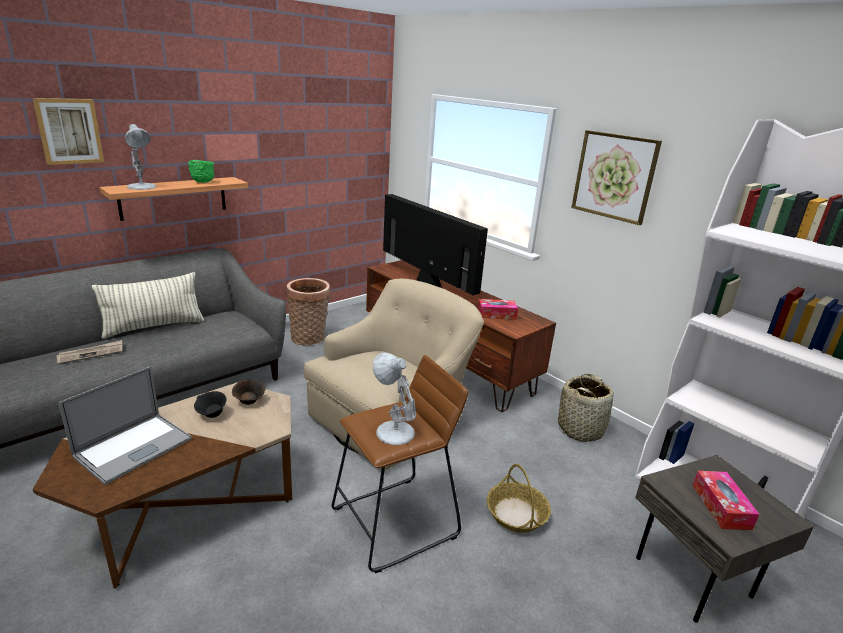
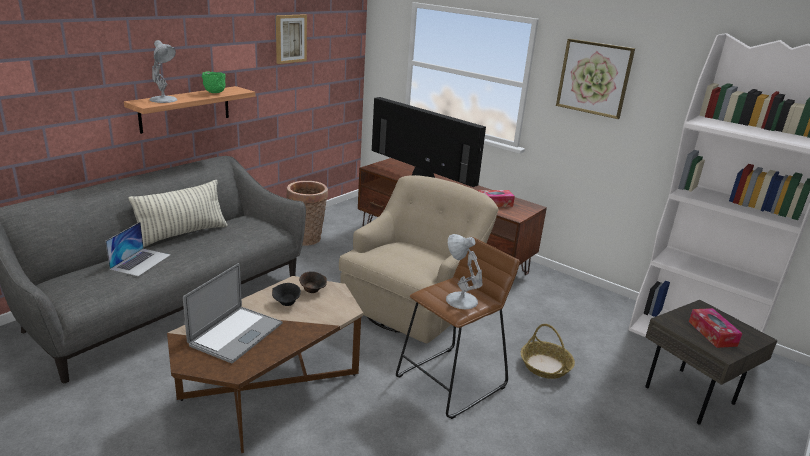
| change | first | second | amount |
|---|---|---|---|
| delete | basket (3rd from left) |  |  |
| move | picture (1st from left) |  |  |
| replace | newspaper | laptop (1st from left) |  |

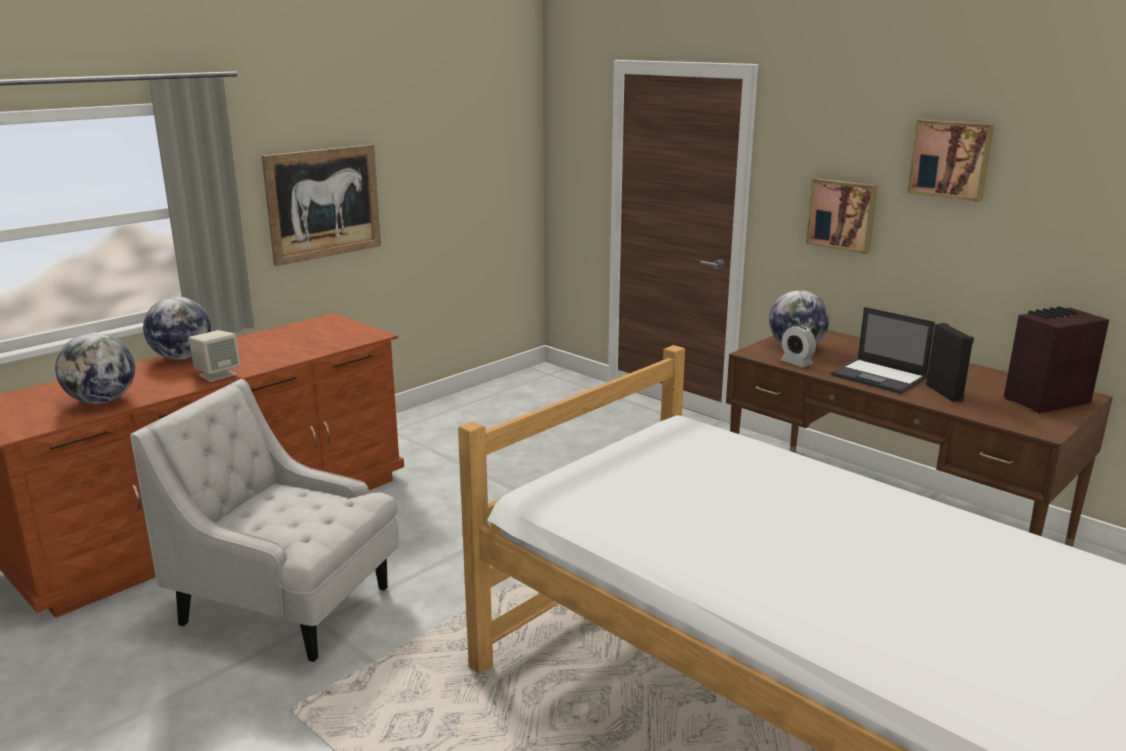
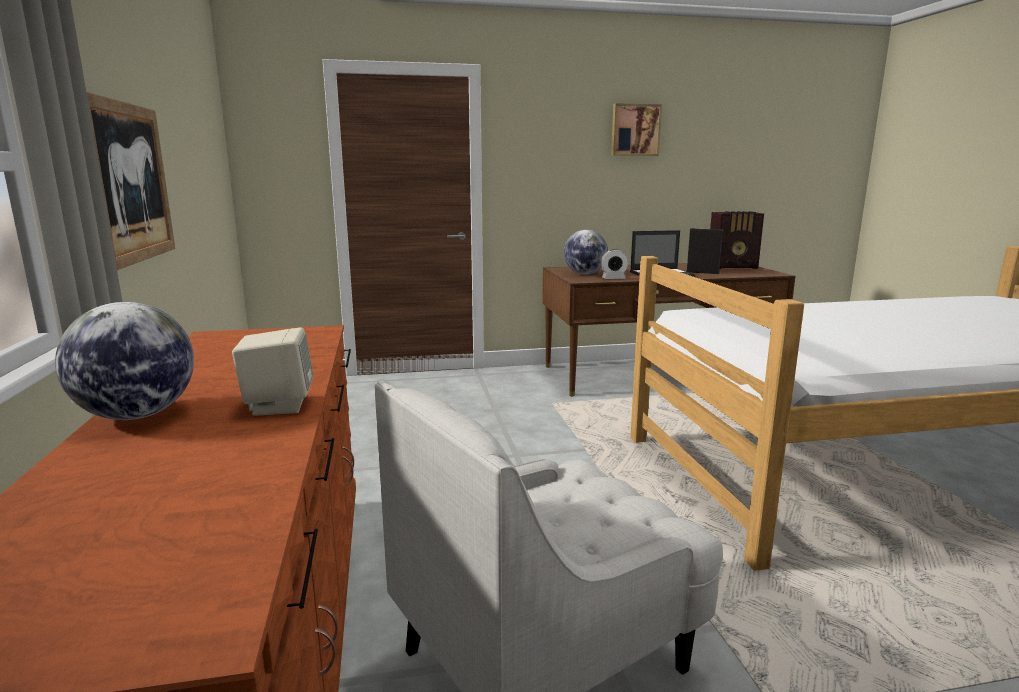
| change | first | second | amount |
|---|---|---|---|
| delete | globe (1st from left) |  |  |
| delete | picture (2nd from left) |  |  |
| rotate | radio |  | 105 degrees counterclockwise |

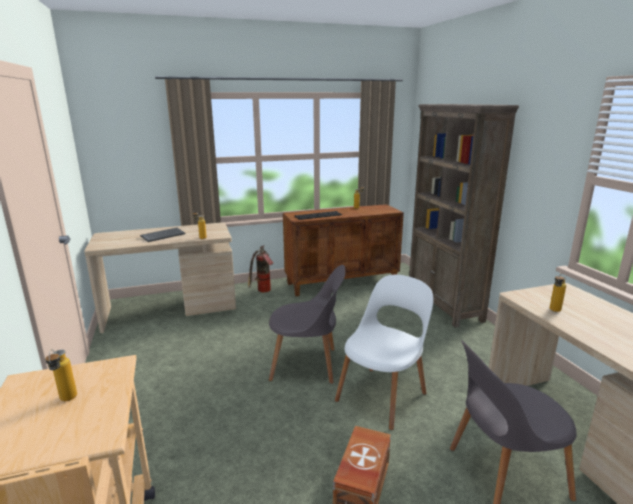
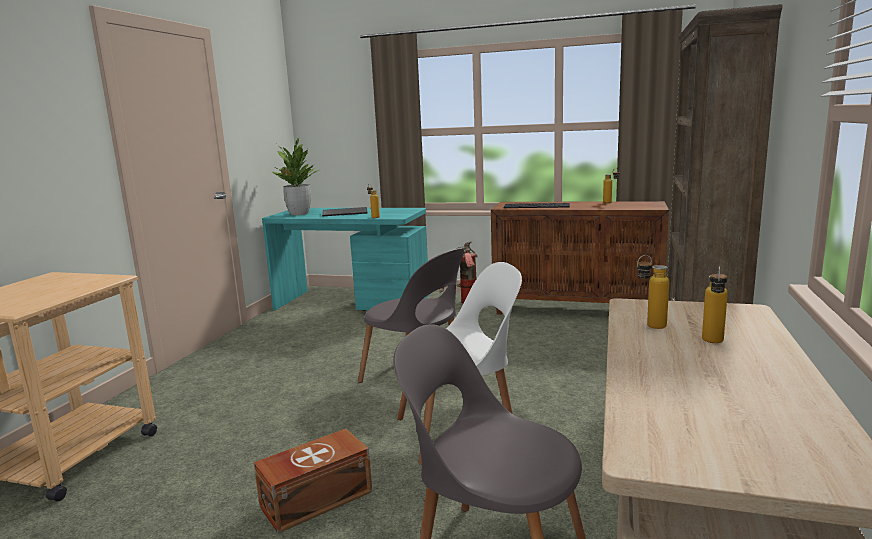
| change | first | second | amount |
|---|---|---|---|
| insert |  | potted plant |  |
| move | bottle (1st from left in the first image) | bottle (4th from left) |  |
| recolor | beige desk (1st from left) | turquoise desk |  |

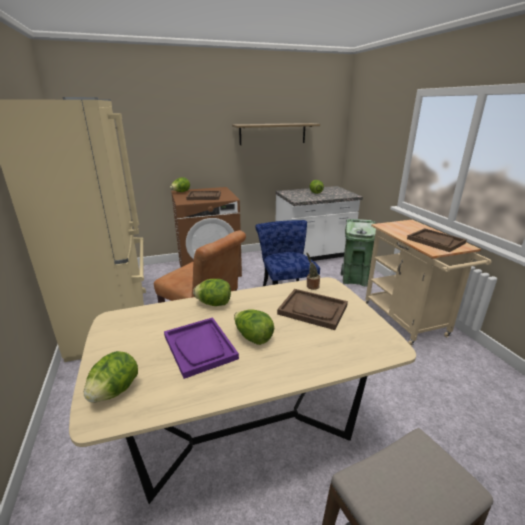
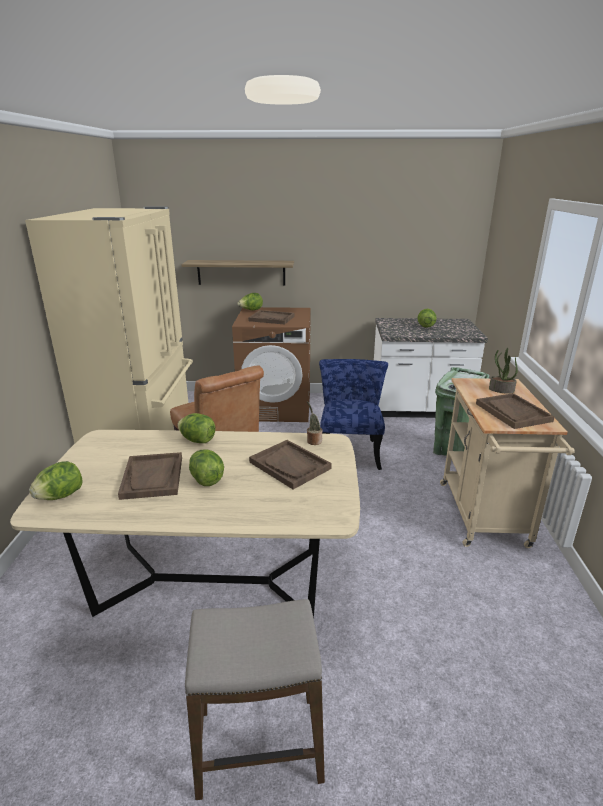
| change | first | second | amount |
|---|---|---|---|
| insert |  | potted plant (2nd from left) |  |
| move | shelf |  |  |
| recolor | purple tray | brown tray (1st from left) |  |

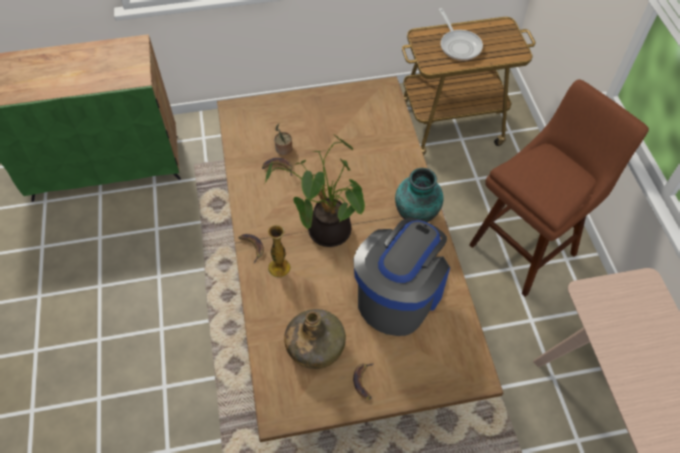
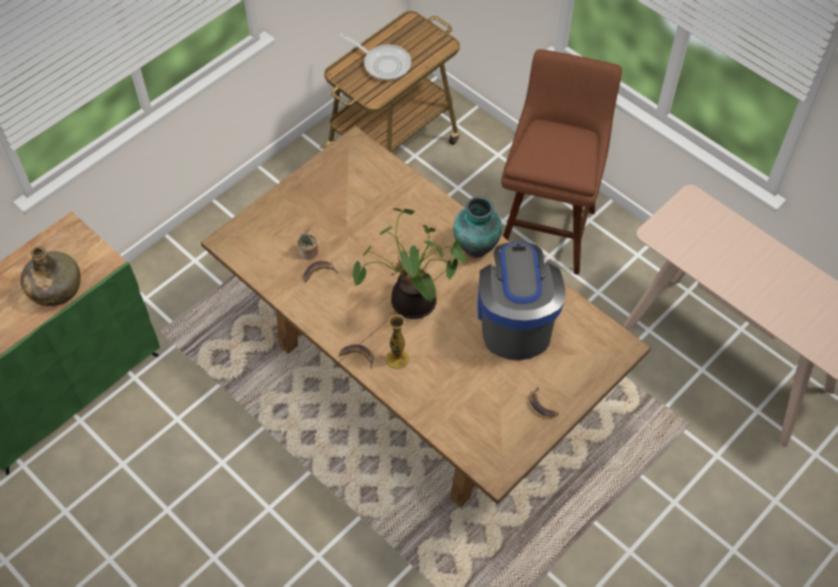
| change | first | second | amount |
|---|---|---|---|
| move | green bottle |  |  |

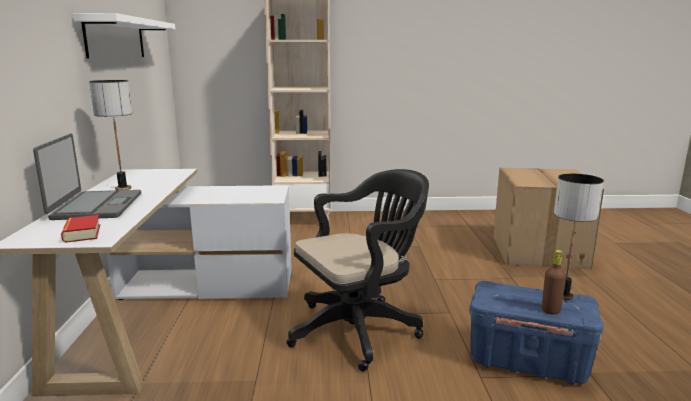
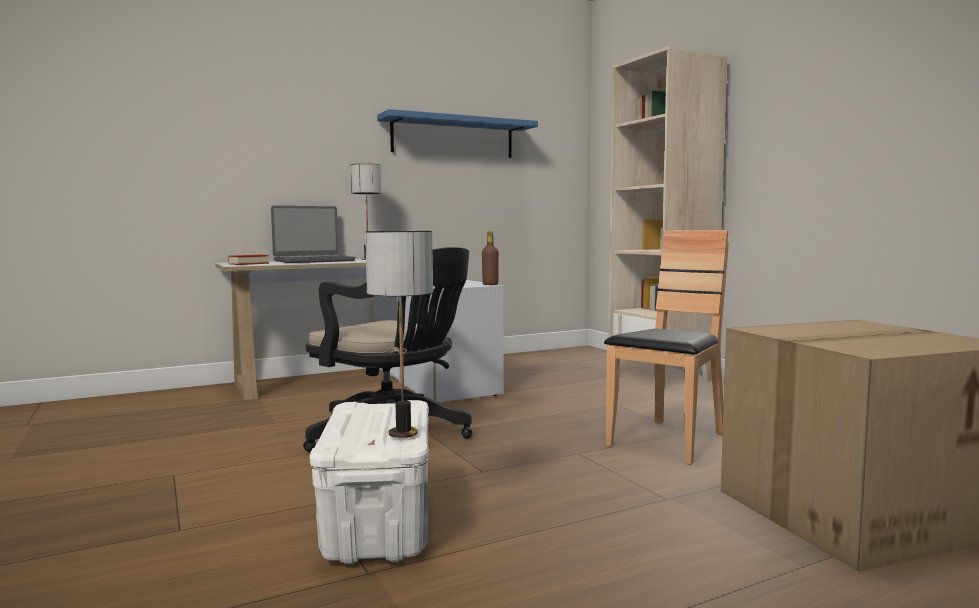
| change | first | second | amount |
|---|---|---|---|
| insert |  | brown chair |  |
| move | brown bottle |  |  |
| recolor | white shelf | blue shelf |  |
| recolor | blue storage box | white storage box |  |

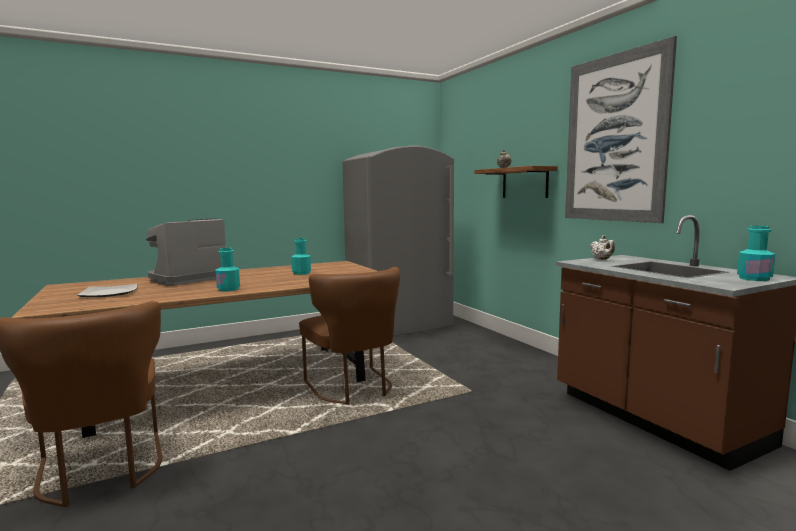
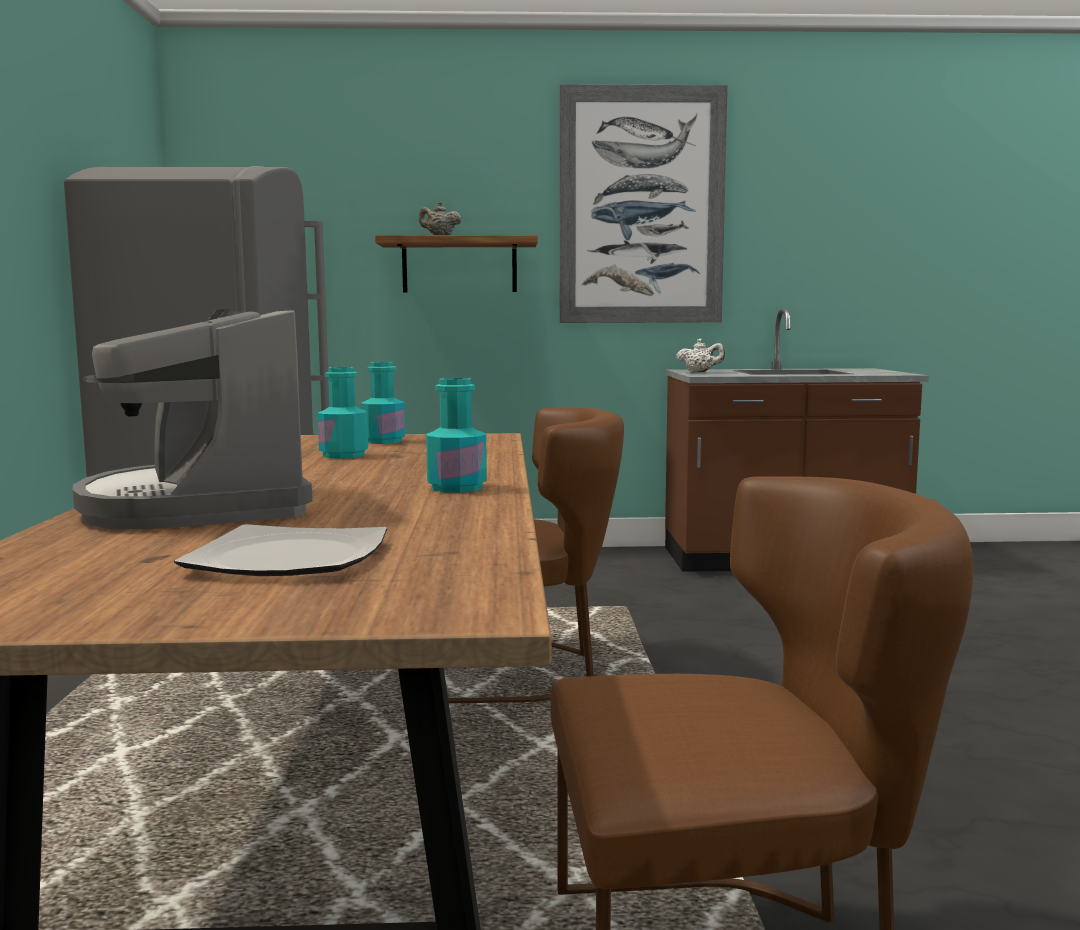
| change | first | second | amount |
|---|---|---|---|
| move | turquoise bottle (3rd from left in the first image) | turquoise bottle (2nd from left) |  |

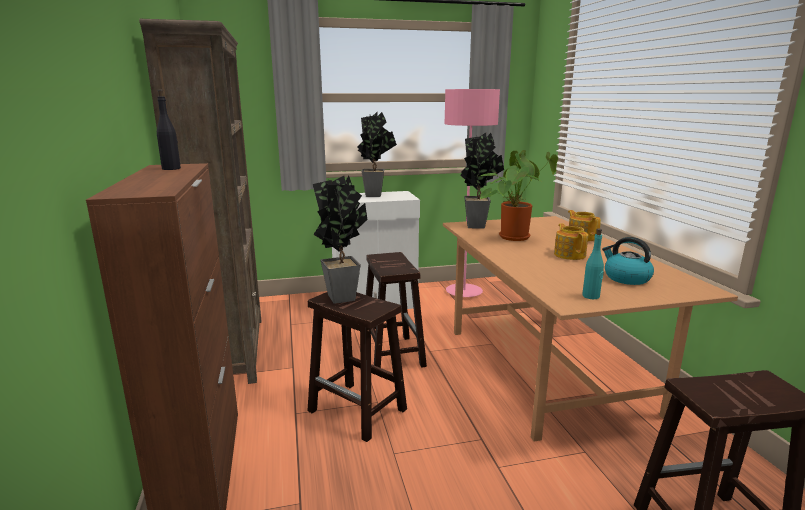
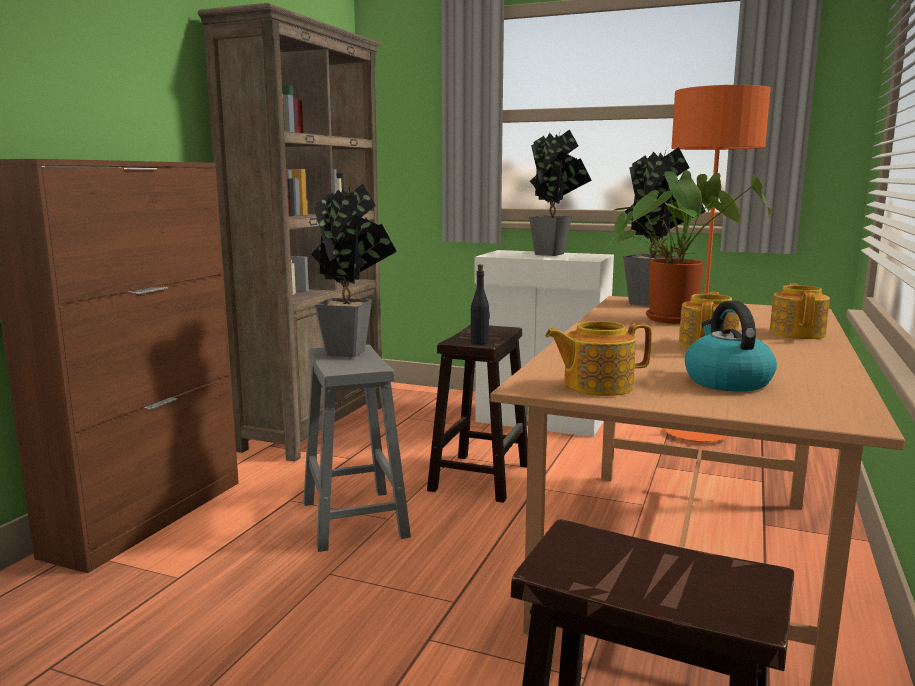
| change | first | second | amount |
|---|---|---|---|
| move | black bottle |  |  |
| replace | turquoise bottle | teapot (1st from left) |  |
| recolor | brown stool (1st from left) | grey stool |  |
| recolor | pink floor lamp | orange floor lamp |  |

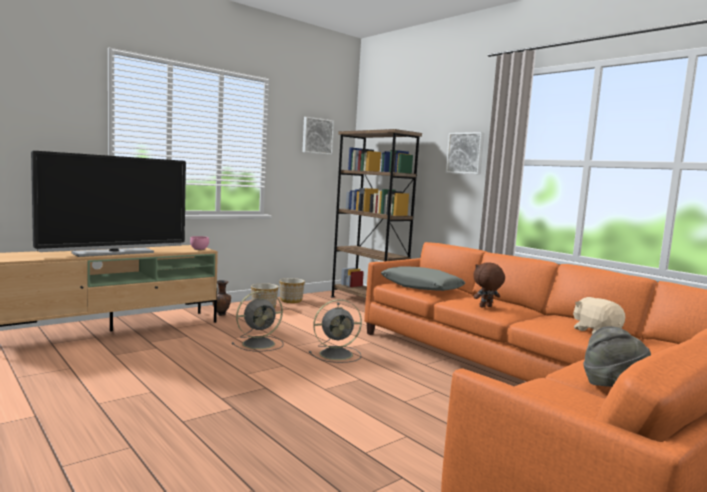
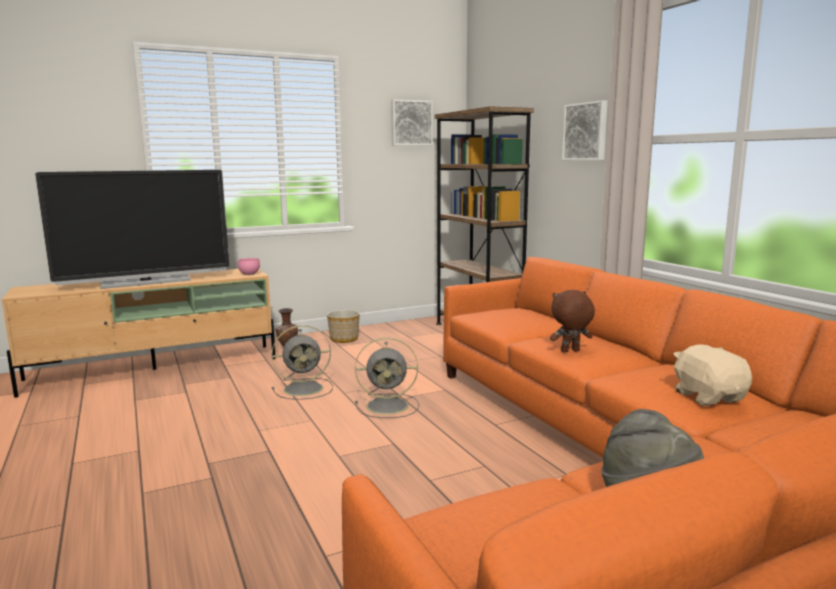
| change | first | second | amount |
|---|---|---|---|
| delete | planter (2nd from left) |  |  |
| delete | grey pillow |  |  |

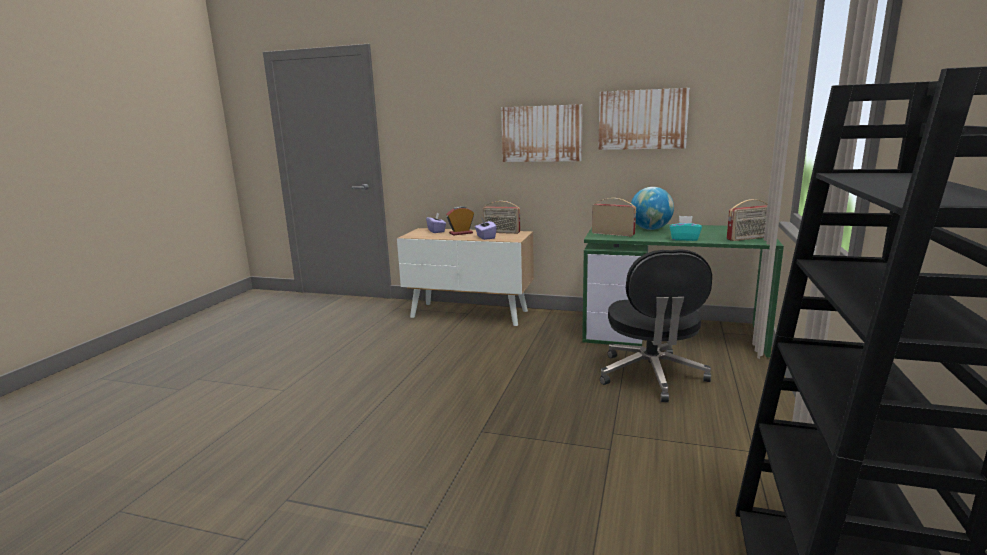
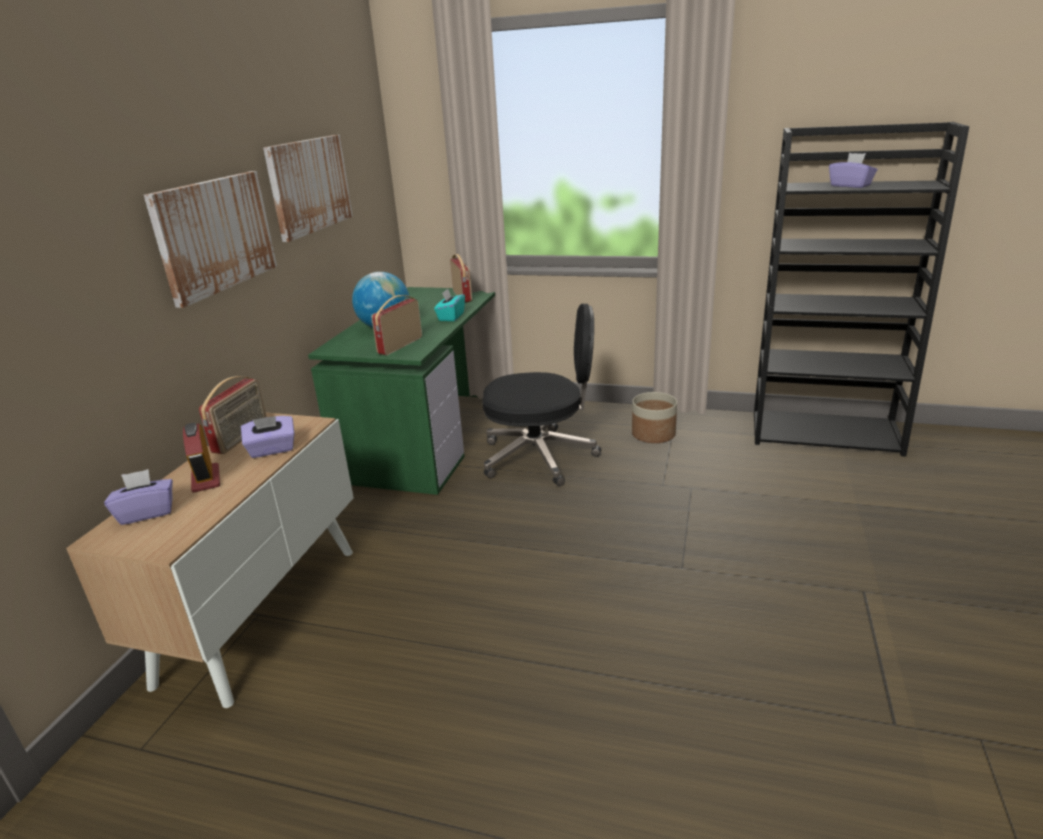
| change | first | second | amount |
|---|---|---|---|
| insert |  | planter |  |
| insert |  | purple tissue box (3rd from left) |  |

